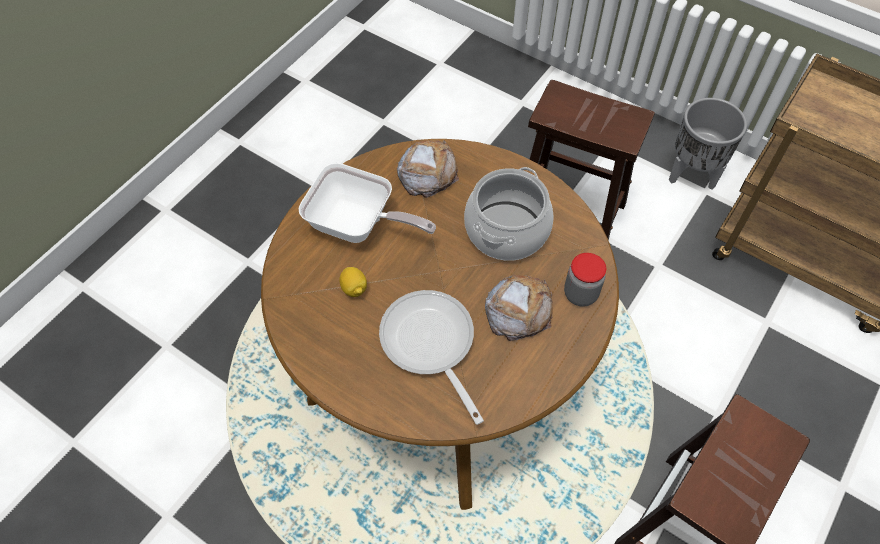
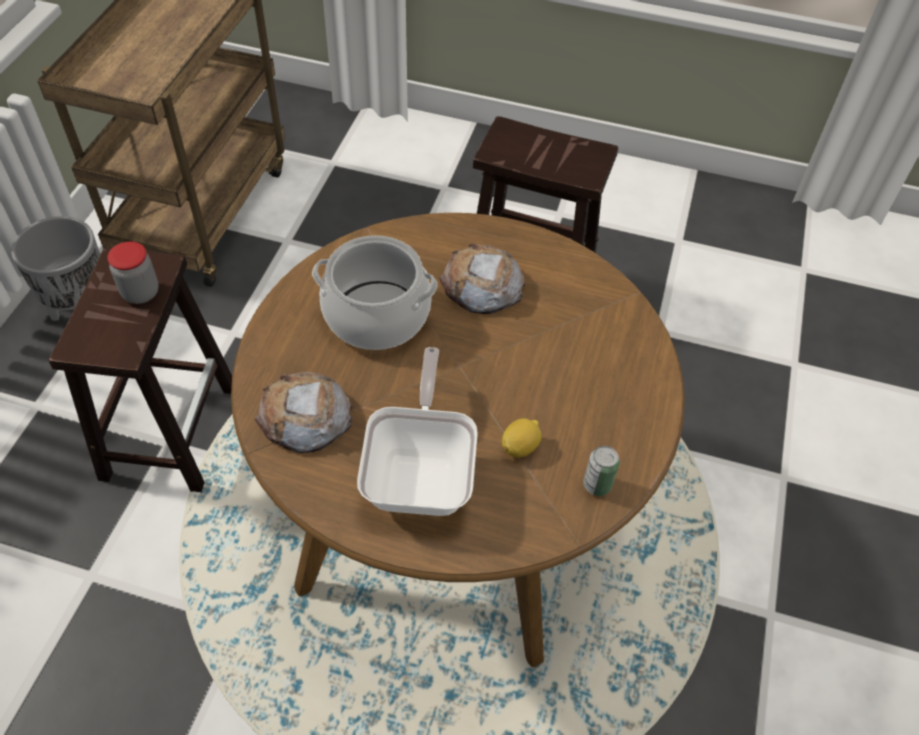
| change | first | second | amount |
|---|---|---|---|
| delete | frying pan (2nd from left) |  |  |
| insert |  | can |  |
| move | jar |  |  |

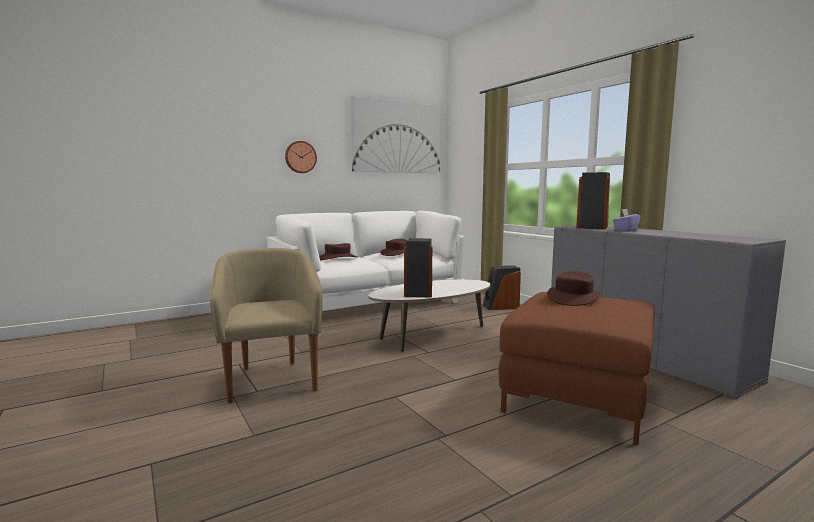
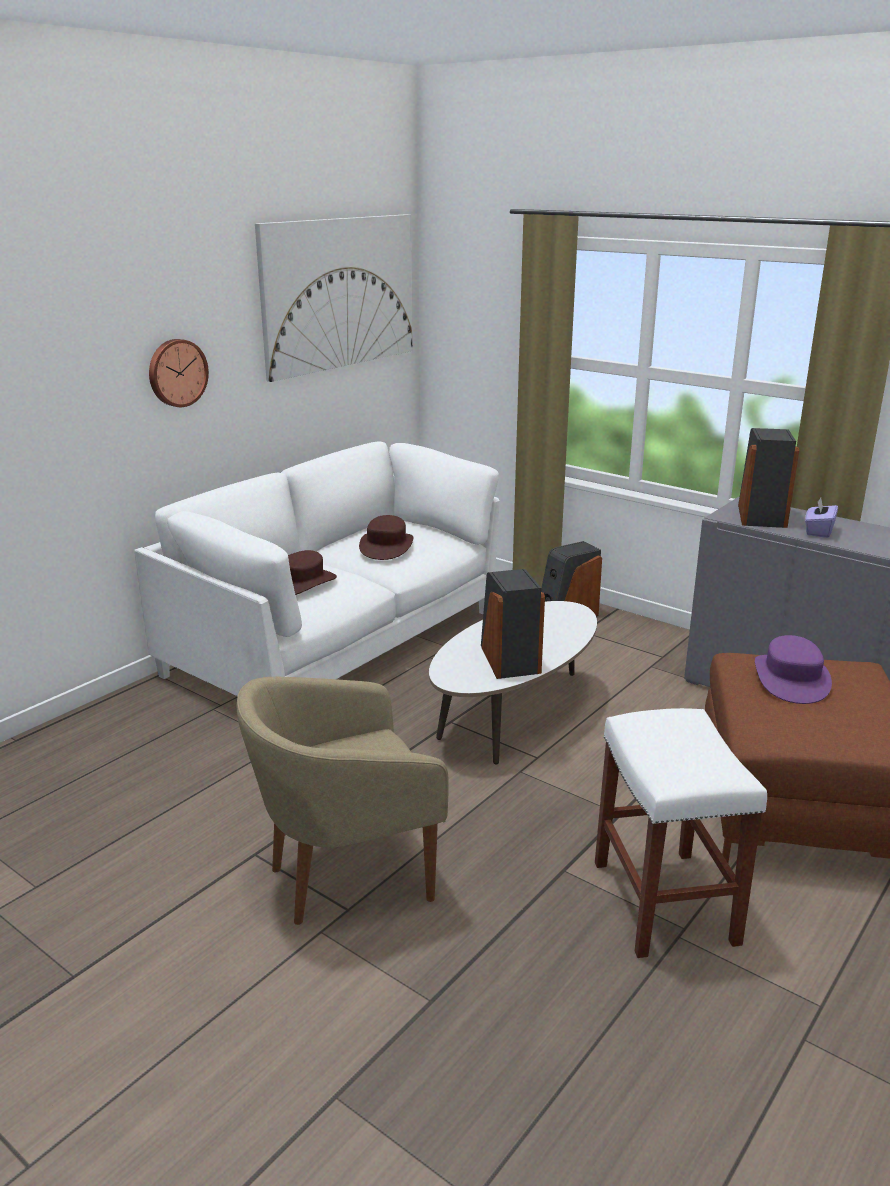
| change | first | second | amount |
|---|---|---|---|
| insert |  | white stool |  |
| recolor | brown hat (3rd from left) | purple hat |  |
| rotate | beige armchair |  | 75 degrees counterclockwise |

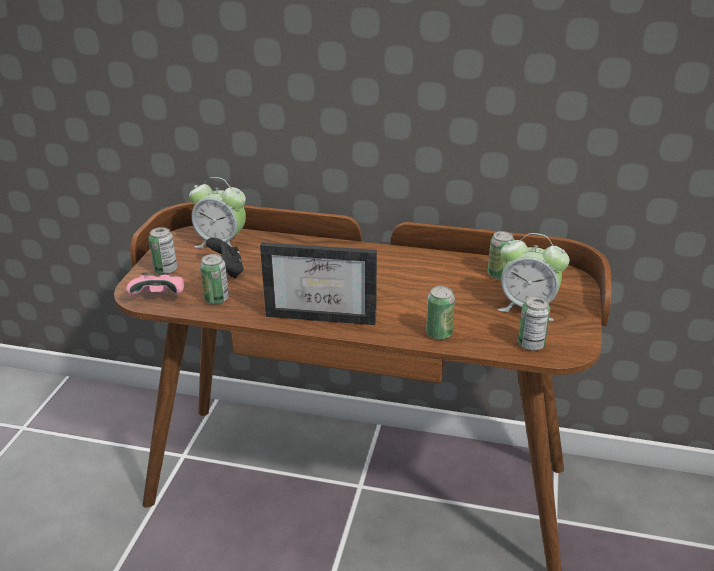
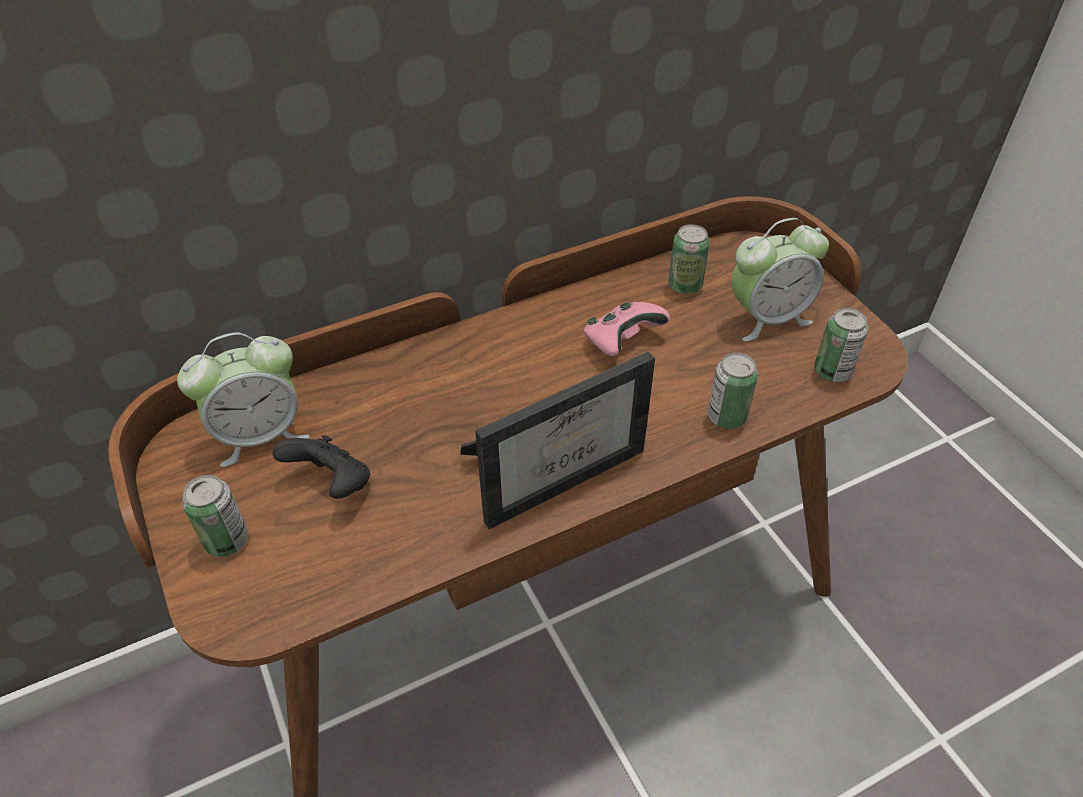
| change | first | second | amount |
|---|---|---|---|
| delete | can (2nd from left) |  |  |
| move | pink game controller |  |  |

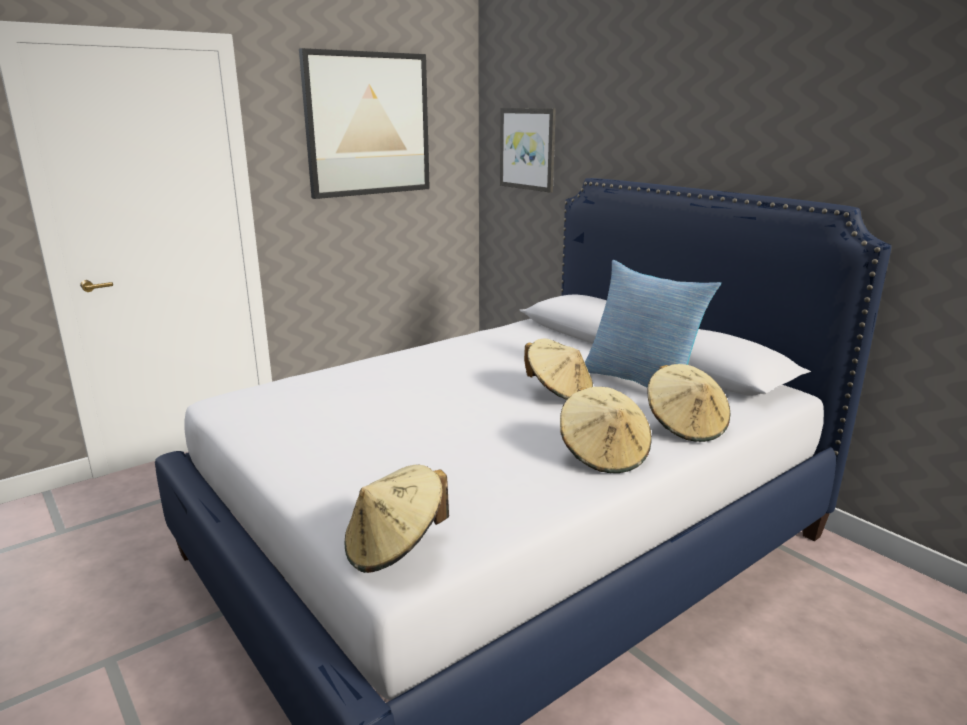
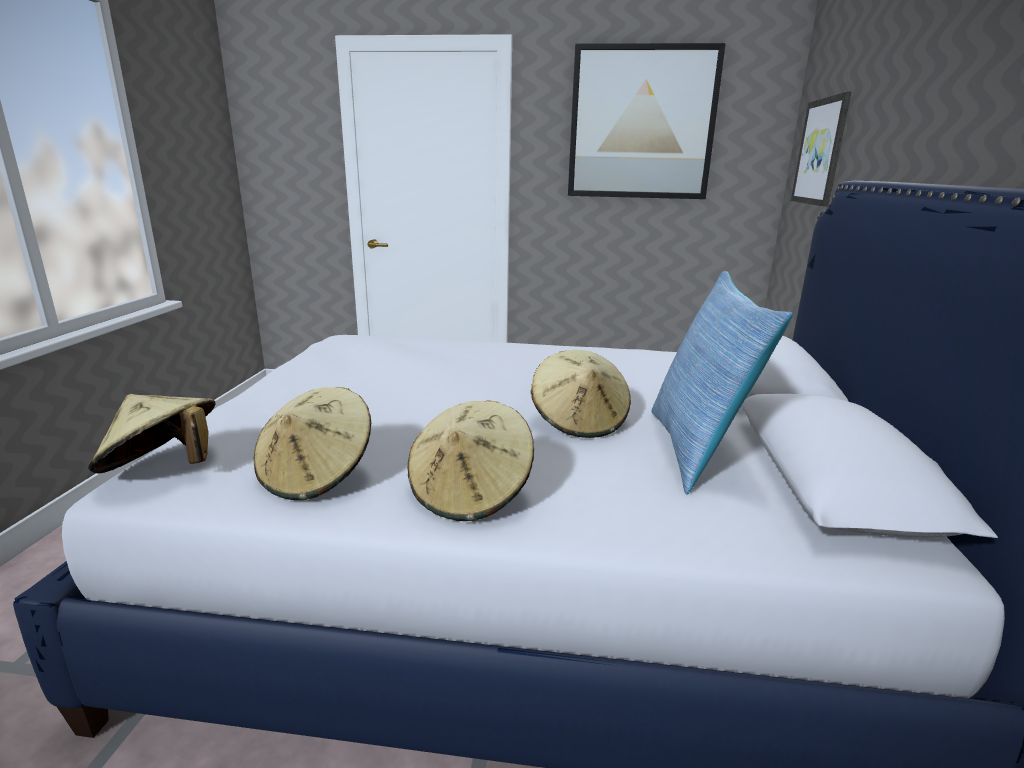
| change | first | second | amount |
|---|---|---|---|
| move | beige hat (4th from left in the first image) | beige hat (2nd from left) |  |

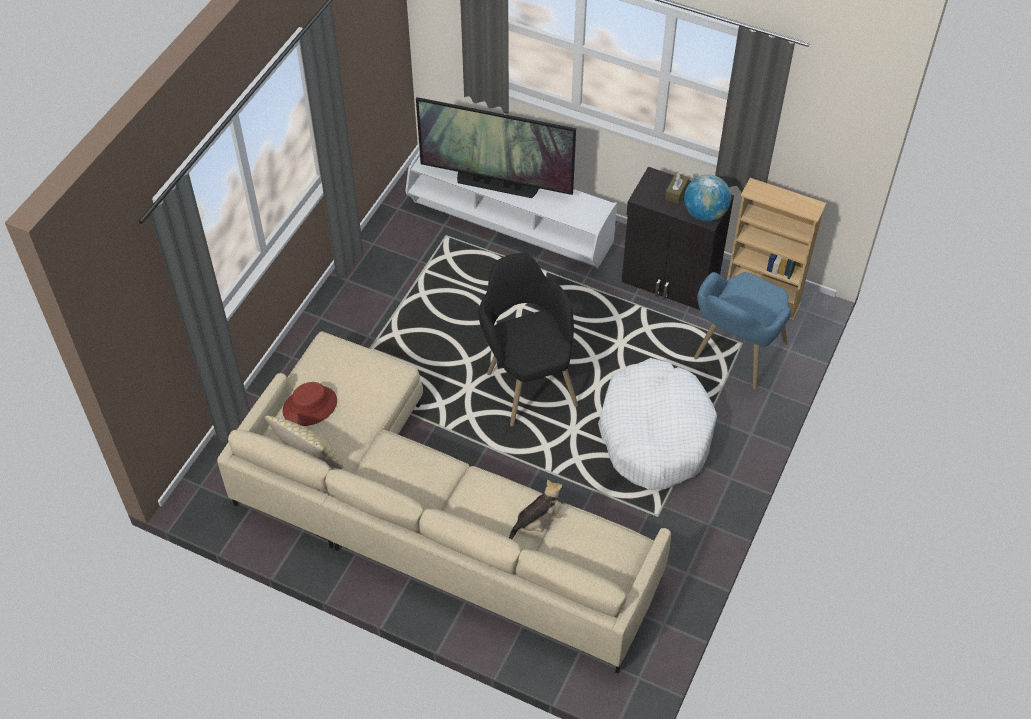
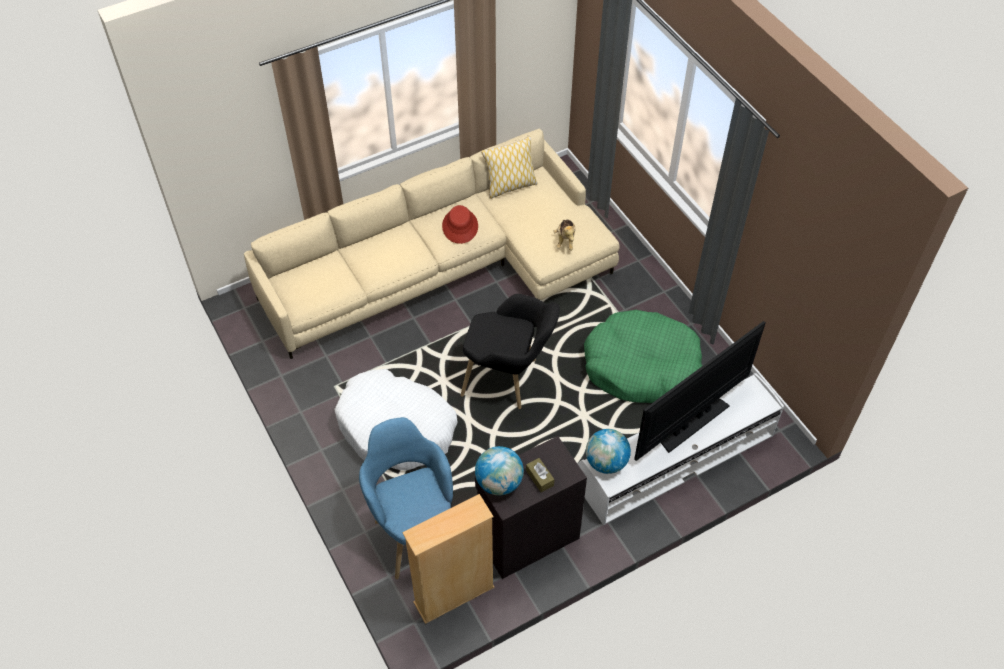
| change | first | second | amount |
|---|---|---|---|
| insert |  | green dog bed |  |
| insert |  | globe (2nd from left) |  |
| move | red hat |  |  |
| move | plush toy |  |  |

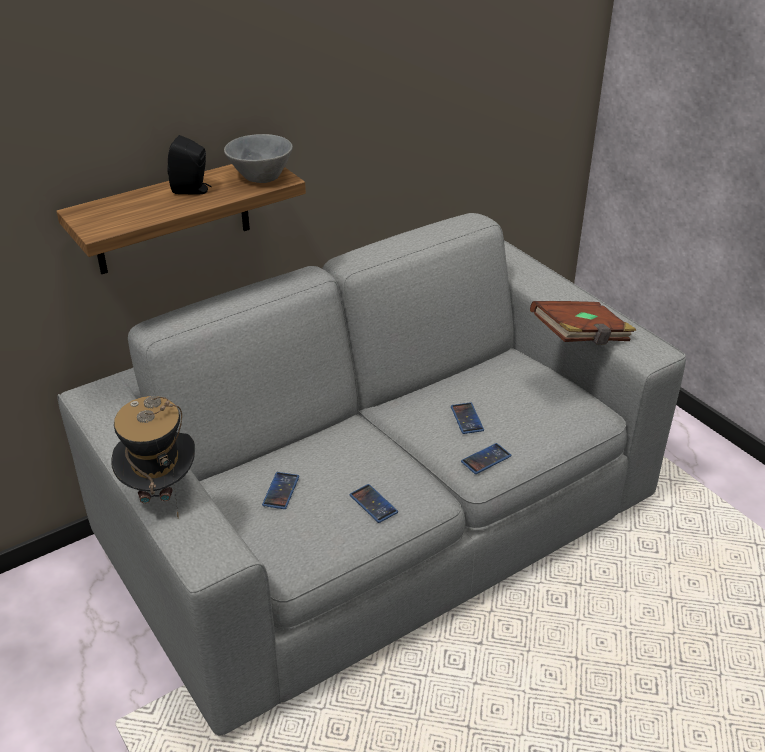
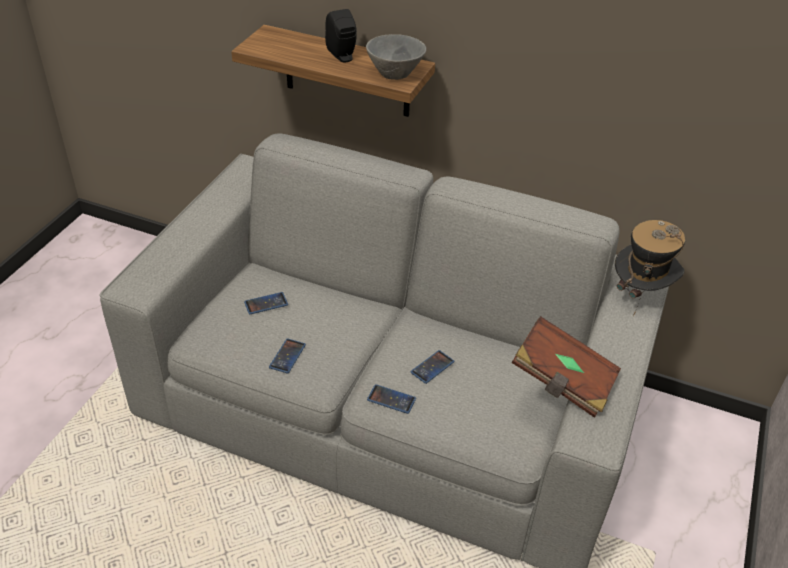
| change | first | second | amount |
|---|---|---|---|
| move | hat |  |  |

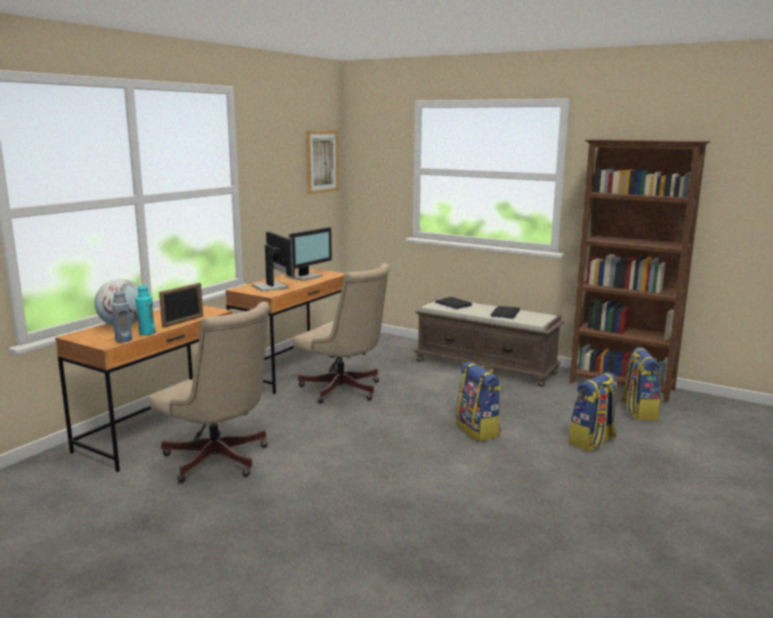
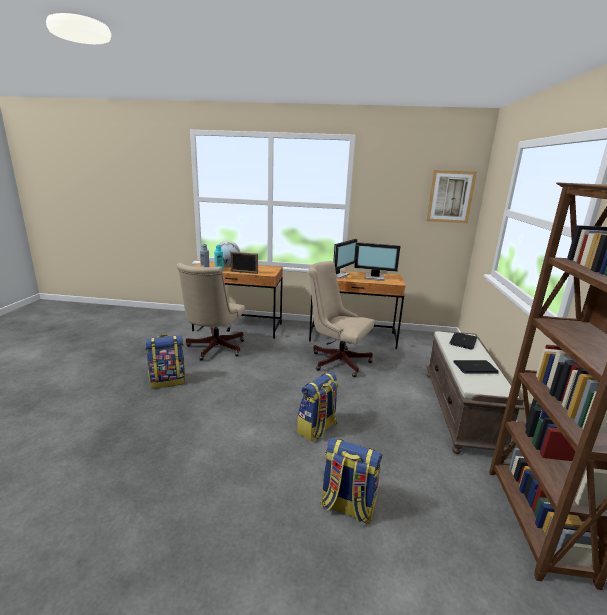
| change | first | second | amount |
|---|---|---|---|
| move | backpack (3rd from left in the first image) | backpack (1st from left) |  |
| rotate | beige office chair (2nd from left) |  | 105 degrees clockwise |

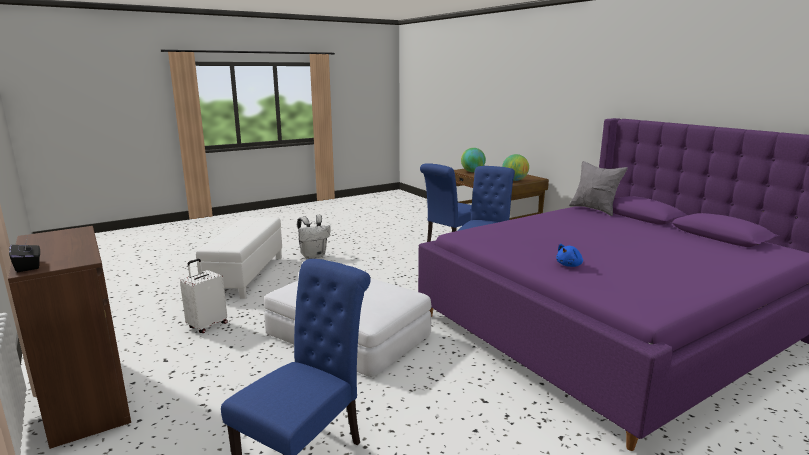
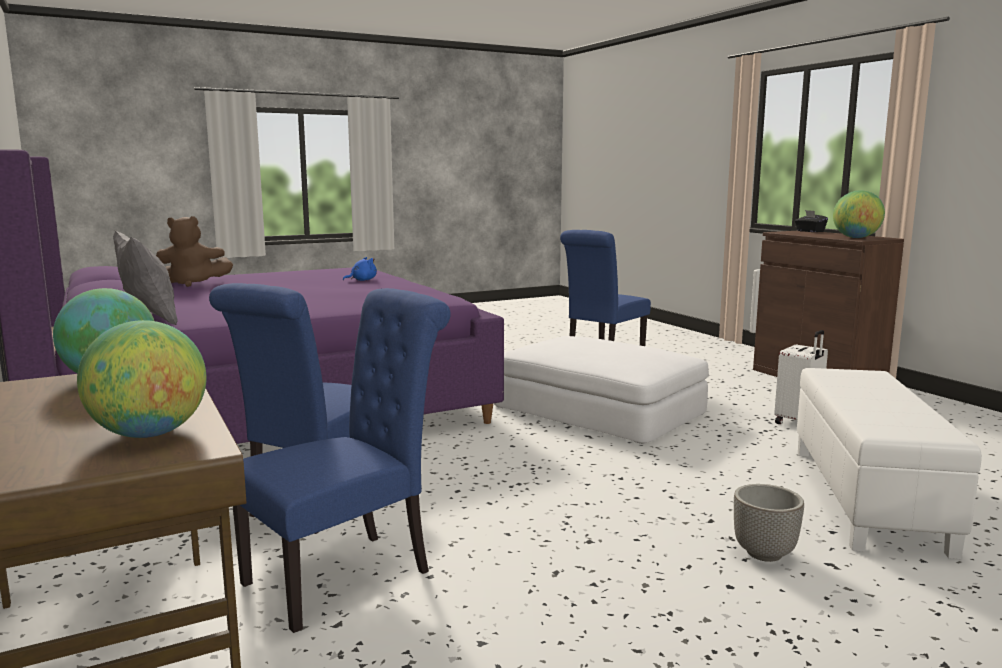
| change | first | second | amount |
|---|---|---|---|
| insert |  | brown plush toy |  |
| insert |  | globe (3rd from left) |  |
| replace | white backpack | planter |  |

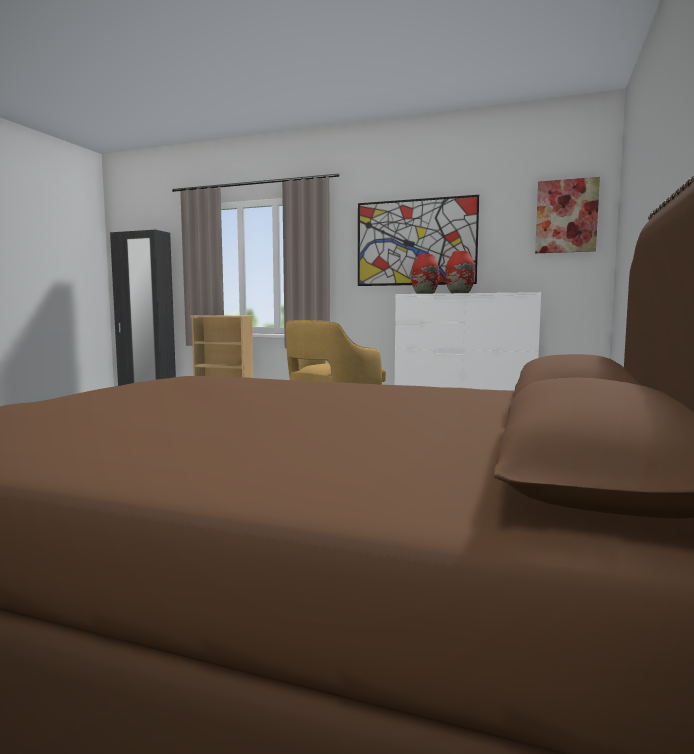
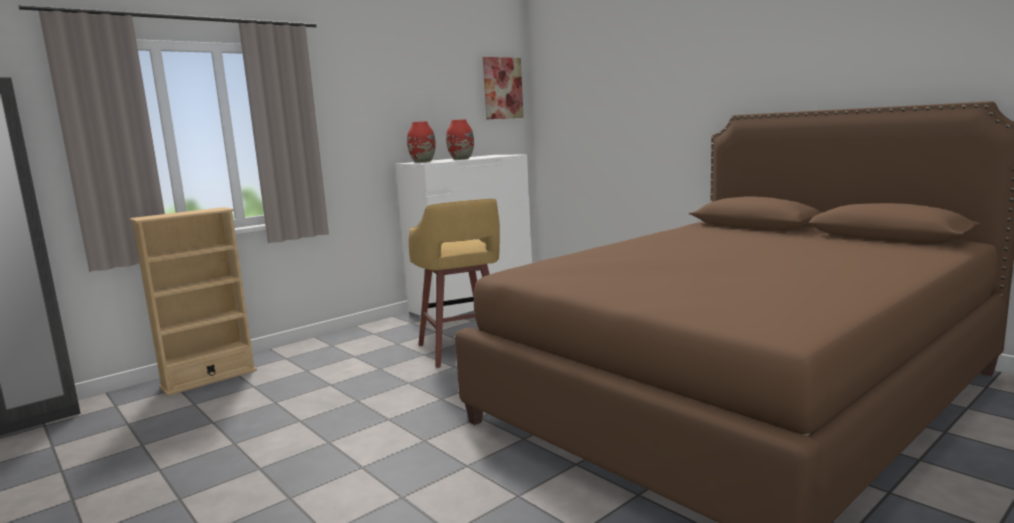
| change | first | second | amount |
|---|---|---|---|
| delete | picture (1st from left) |  |  |

